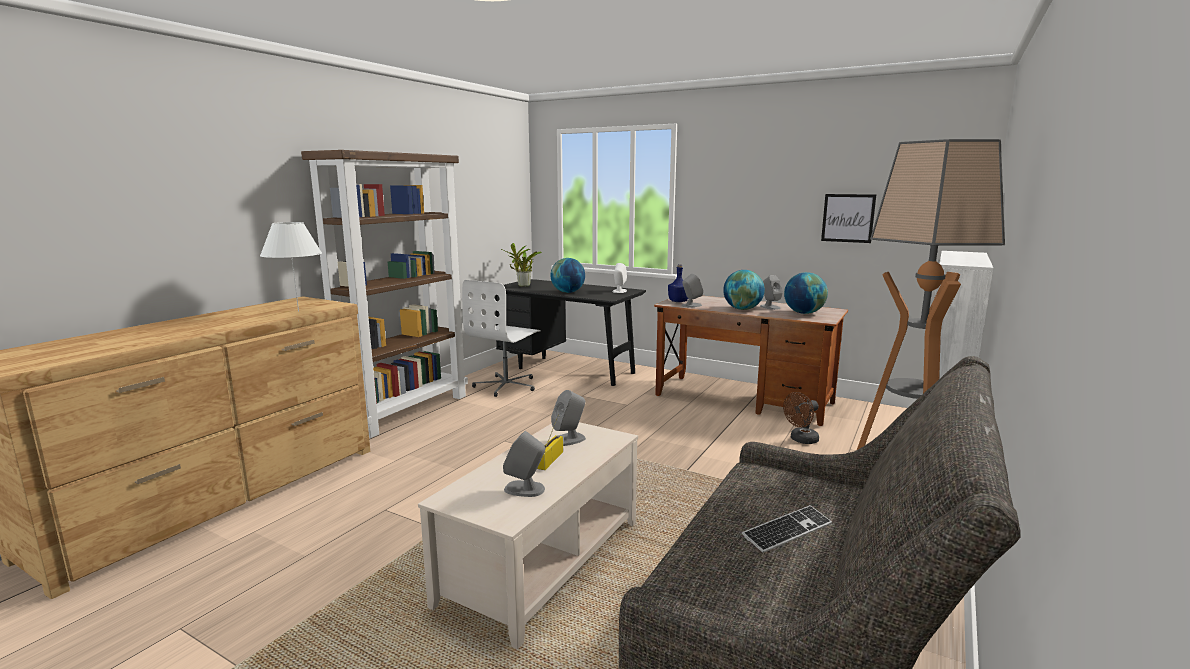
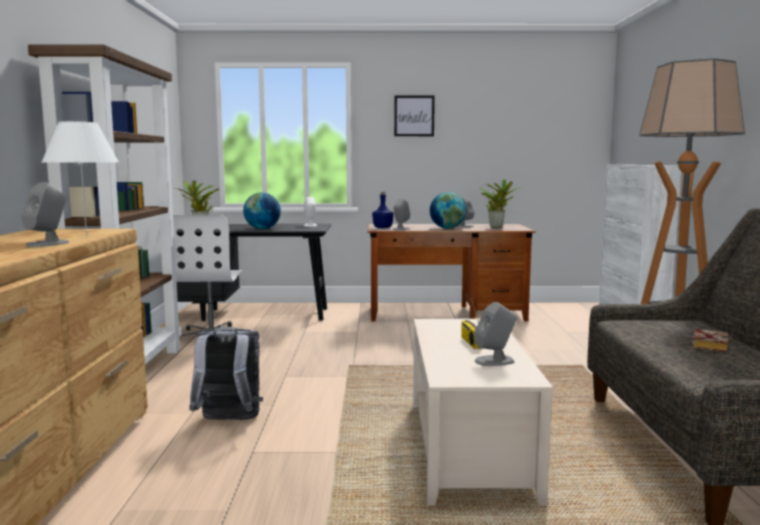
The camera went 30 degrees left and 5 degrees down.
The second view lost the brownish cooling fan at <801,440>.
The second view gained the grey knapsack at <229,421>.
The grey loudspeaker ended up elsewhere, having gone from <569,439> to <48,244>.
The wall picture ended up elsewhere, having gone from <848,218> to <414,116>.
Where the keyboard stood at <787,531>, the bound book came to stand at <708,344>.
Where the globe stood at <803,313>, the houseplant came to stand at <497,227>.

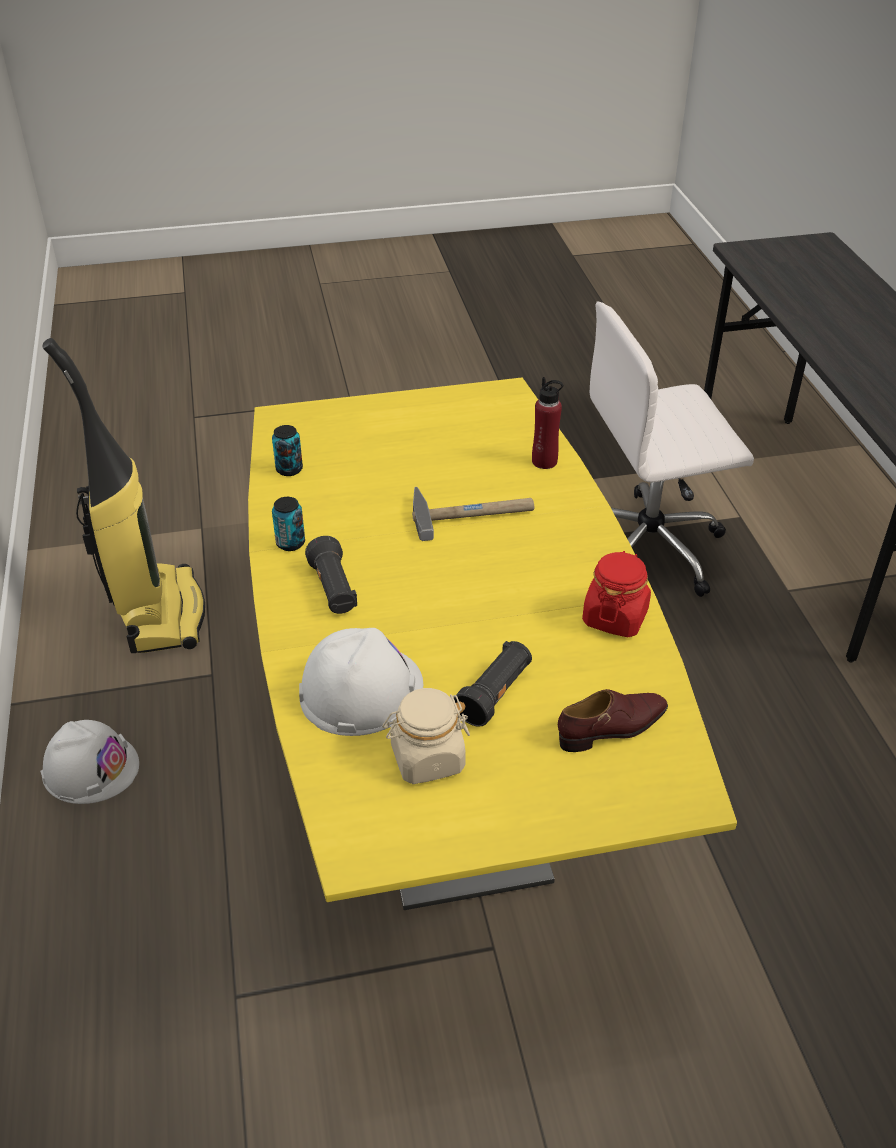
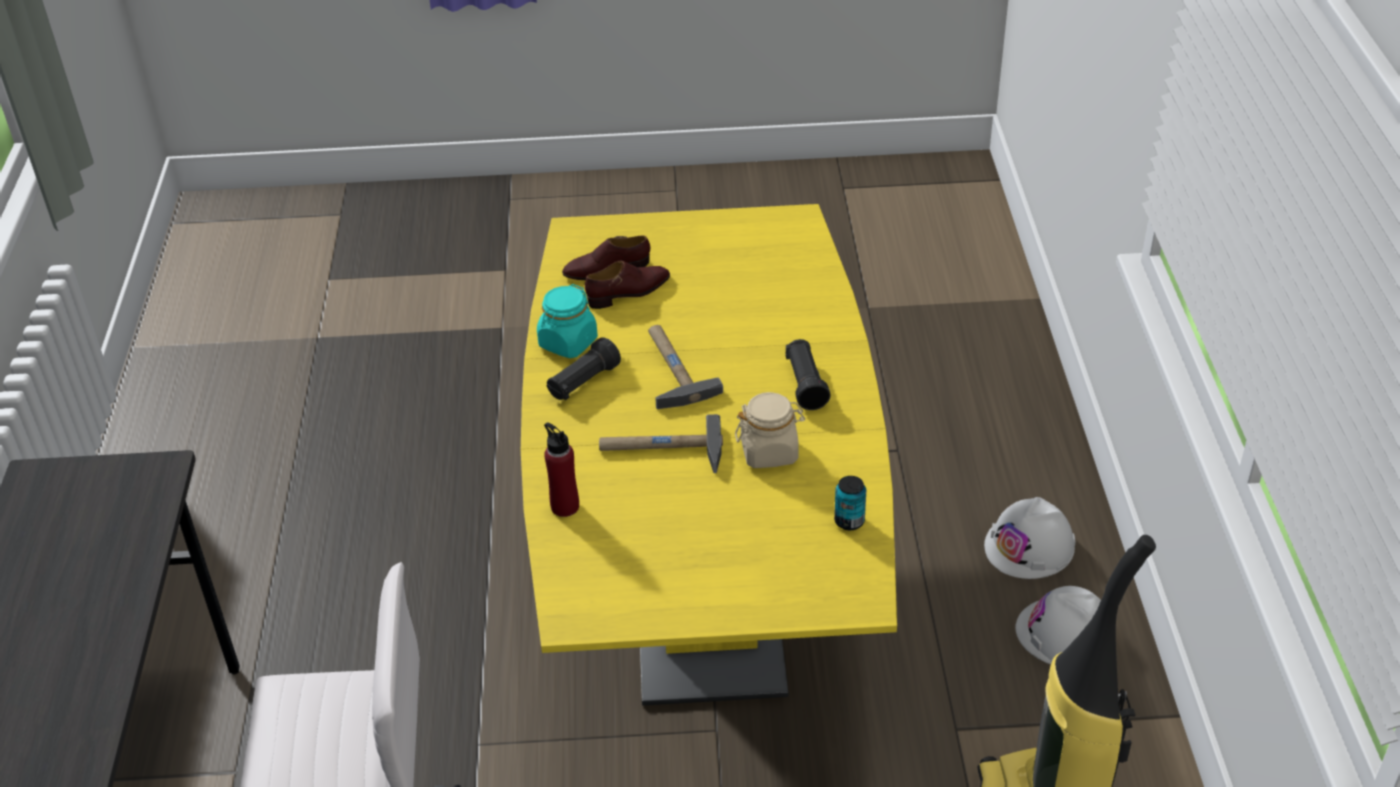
The camera went 170 degrees left and 0 degrees up.
The second view lost the can at <290,543>.
The second view gained the brownish shoe at <629,292>.
The second view gained the hand hammer at <671,368>.
The white work helmet ended up elsewhere, having gone from <360,689> to <1030,546>.
The beige-coloured storage jar ended up elsewhere, having gone from <427,759> to <769,452>.
The black hand torch ended up elsewhere, having gone from <495,694> to <583,383>.
What was the red-coloured storage jar at <615,617> turned into the turquoise storage jar at <568,343>.

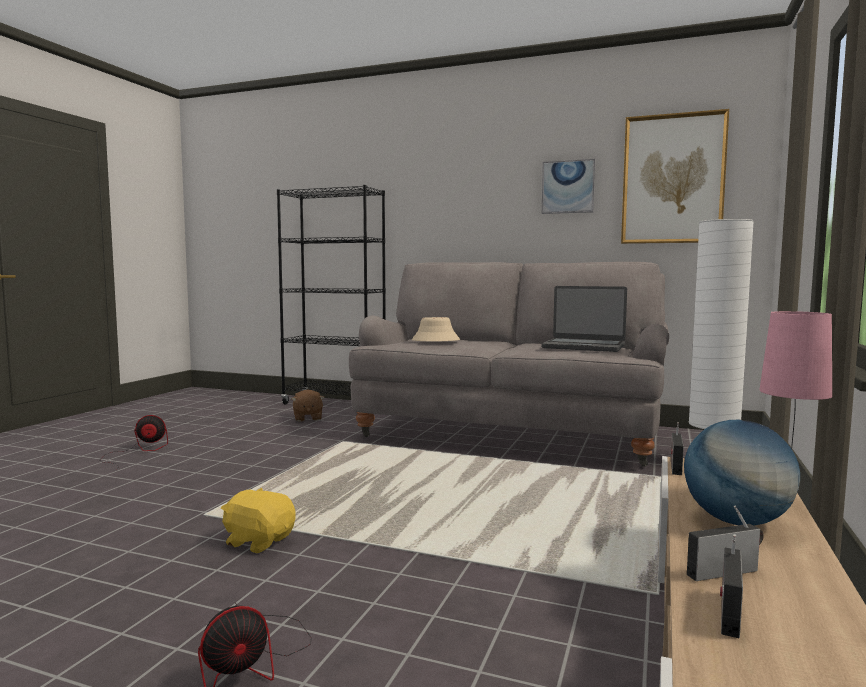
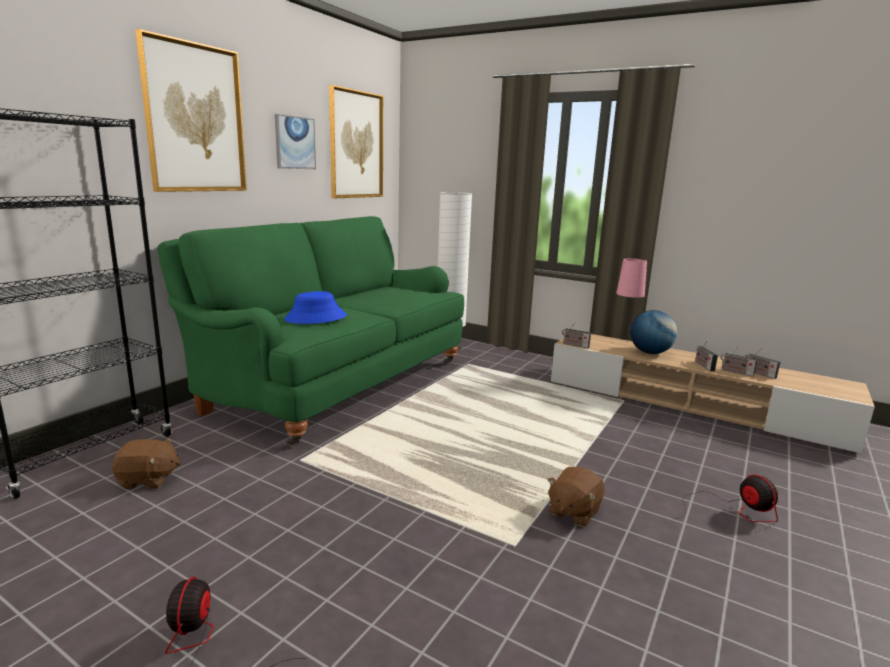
The camera went 80 degrees left and 10 degrees up.
The second view lost the notebook computer at <583,347>.
The second view gained the wall picture at <195,119>.
The second view gained the radio receiver at <758,373>.
What was the yellowish plush toy at <259,541> turned into the brownish plush toy at <573,512>.
What was the grey couch at <511,433> turned into the green-coloured couch at <335,383>.
What was the beige-coloured hat at <435,341> turned into the bluish hat at <315,318>.

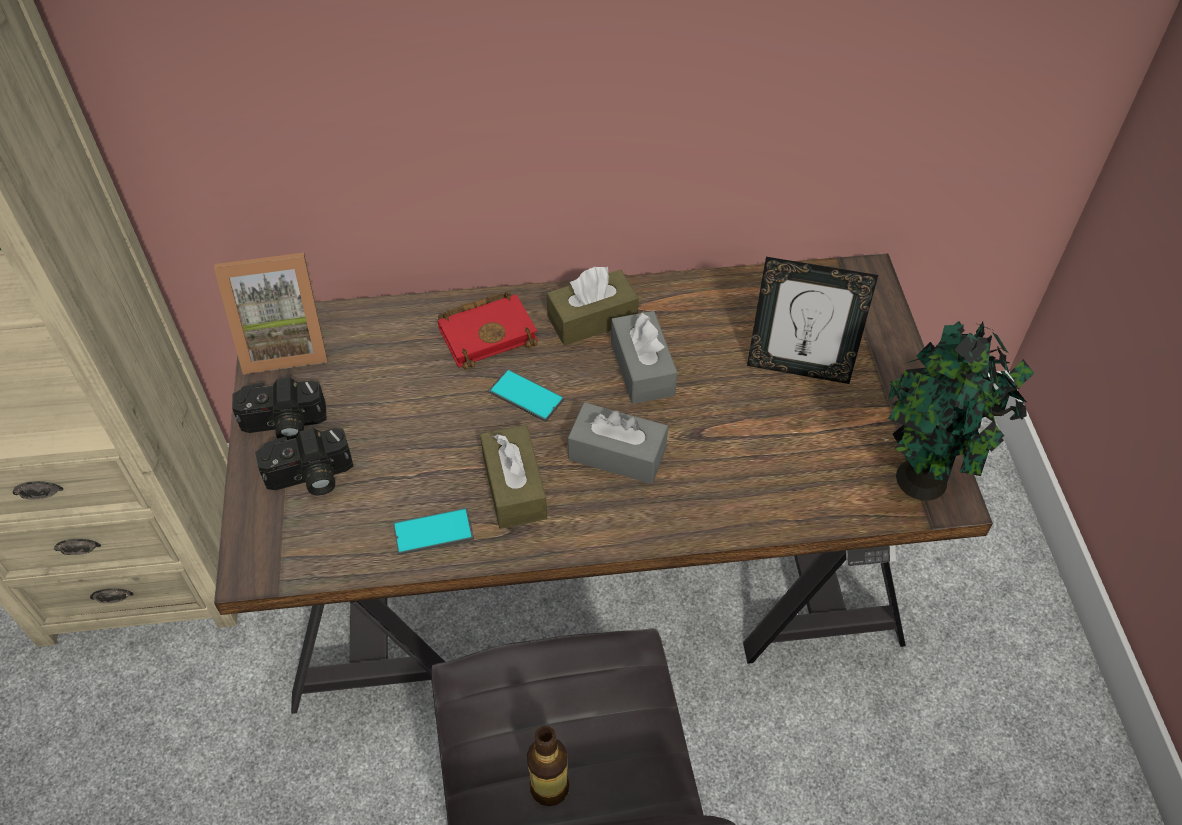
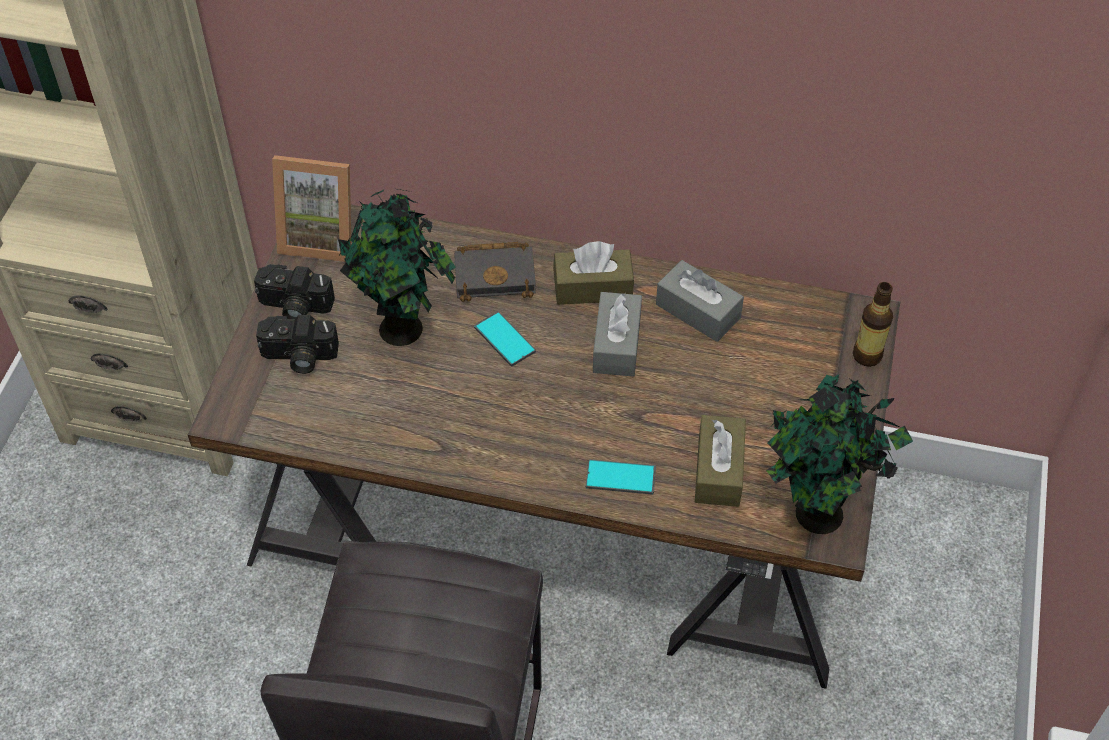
The camera went 20 degrees right and 0 degrees up.
The second view lost the picture frame at <798,368>.
The second view gained the houseplant at <404,330>.
The phone ended up elsewhere, having gone from <433,531> to <620,477>.
The brownish tissue box ended up elsewhere, having gone from <514,487> to <718,470>.
The drink bottle ended up elsewhere, having gone from <549,788> to <867,355>.
The grey tissue box ended up elsewhere, having gone from <617,454> to <698,311>.
What was the red-coloured bound book at <489,332> turned into the black bound book at <497,274>.

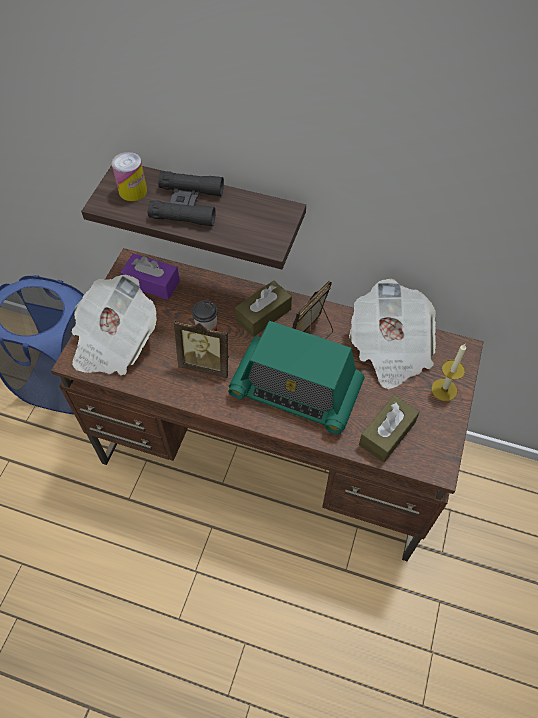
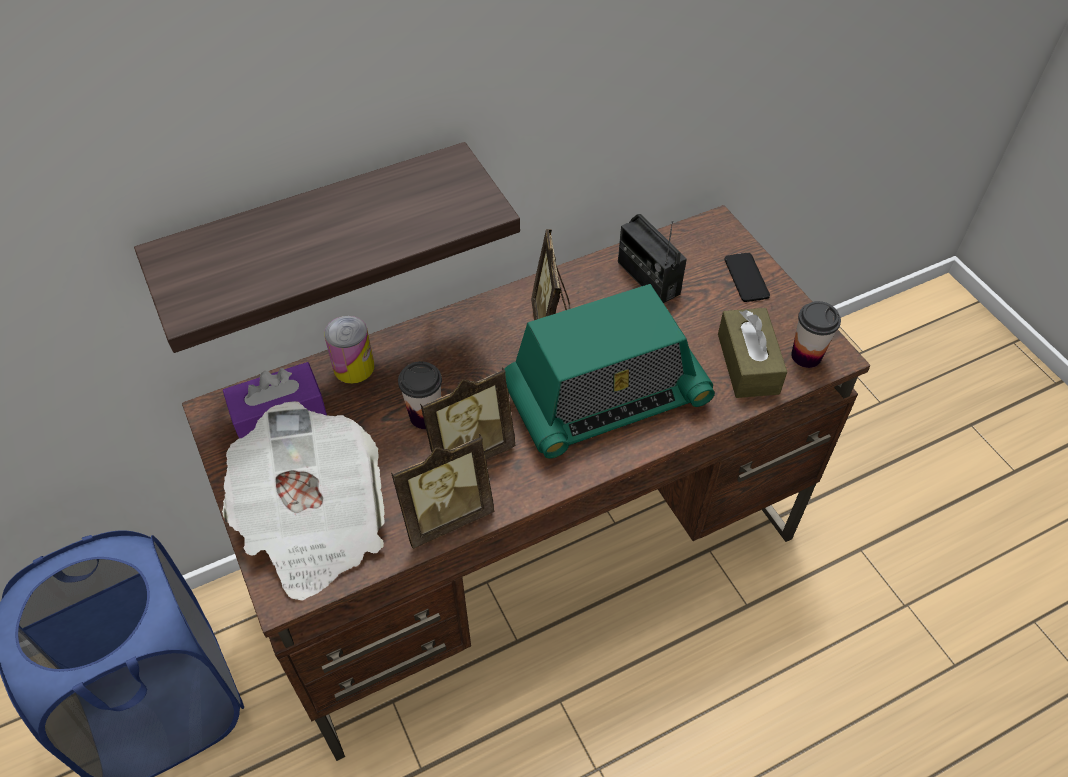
The camera went 45 degrees left and 5 degrees down.
The second view lost the black field glasses at <187,204>.
The second view lost the brownish tissue box at <263,315>.
The second view gained the picture frame at <445,515>.
The second view gained the drinking cup at <806,356>.
The can ended up elsewhere, having gone from <133,191> to <354,367>.
Where the newspaper stood at <390,349>, the radio receiver came to stand at <648,278>.
Where the wax candle stood at <444,390>, the phone came to stand at <746,278>.

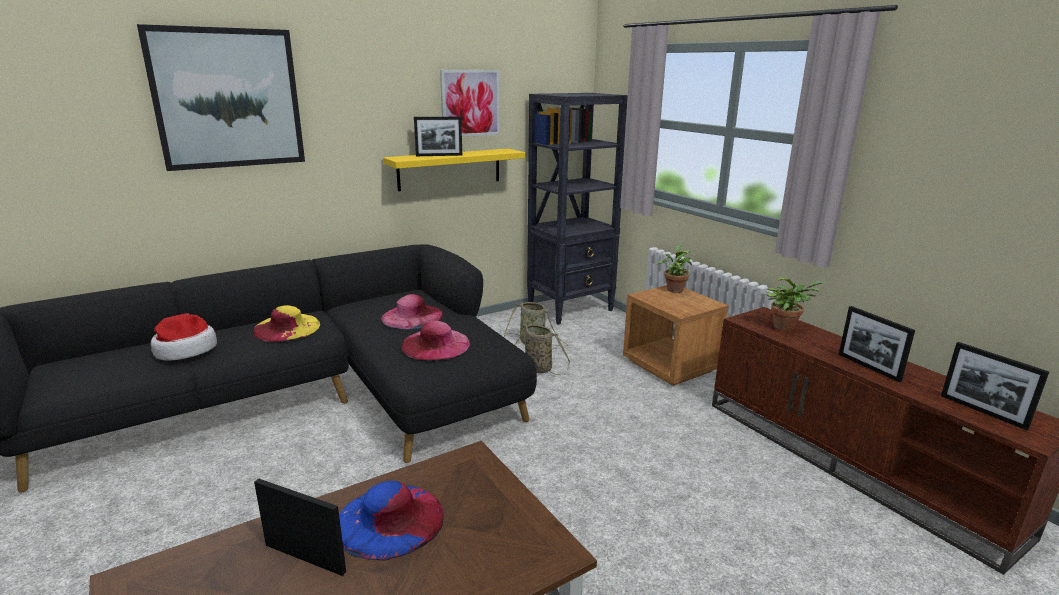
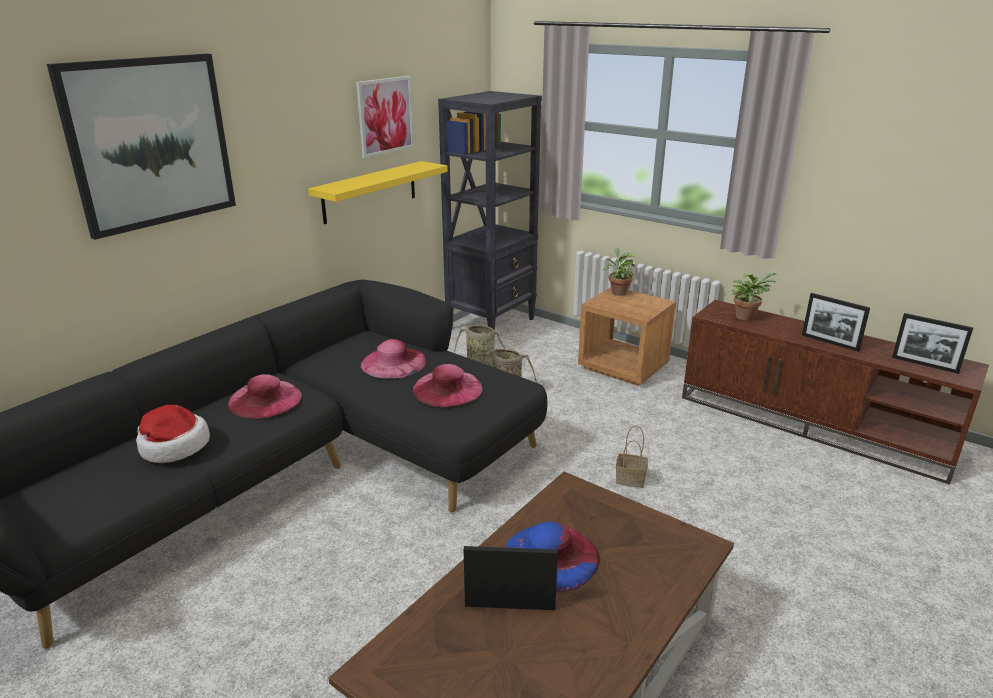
The camera went 20 degrees left and 5 degrees up.
The second view lost the picture frame at <439,155>.
The second view gained the household basket at <631,479>.
What was the yellowish hat at <287,328> turned into the pinkish hat at <264,399>.

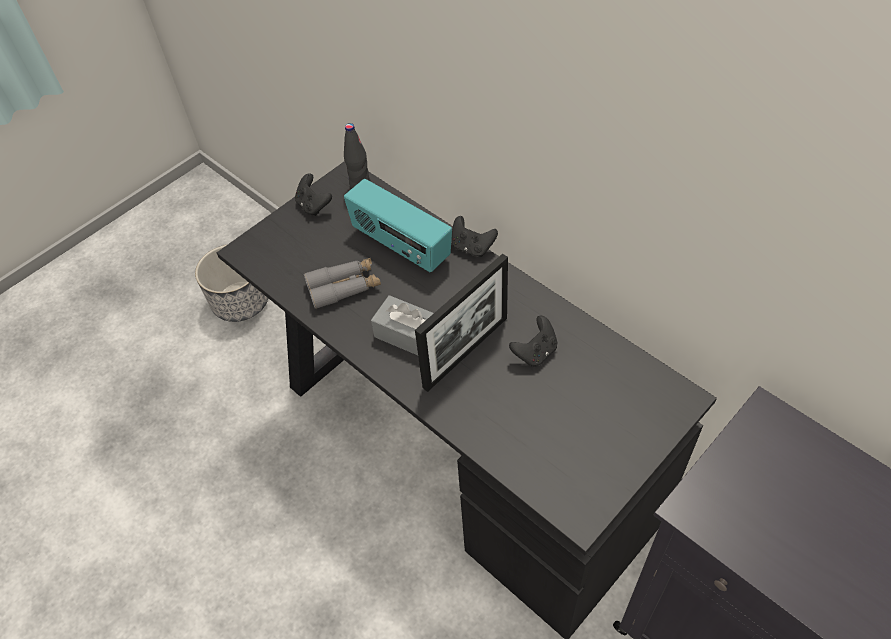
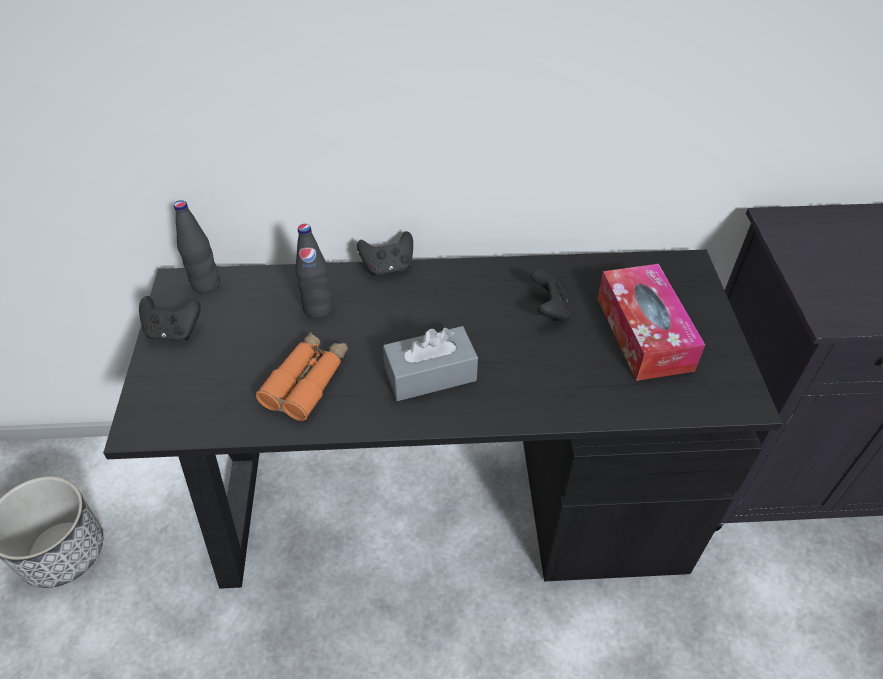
The camera went 50 degrees left and 5 degrees down.
The second view lost the picture frame at <465,352>.
The second view gained the tissue box at <643,333>.
Where the radio receiver stood at <400,246>, the black drink bottle came to stand at <318,309>.
What was the grey field glasses at <344,287> turned into the orange field glasses at <307,381>.

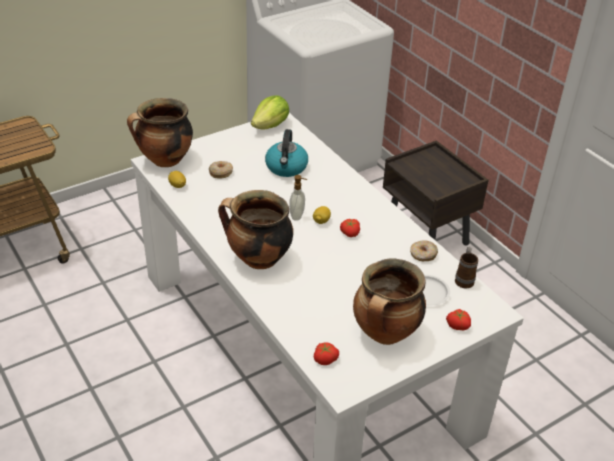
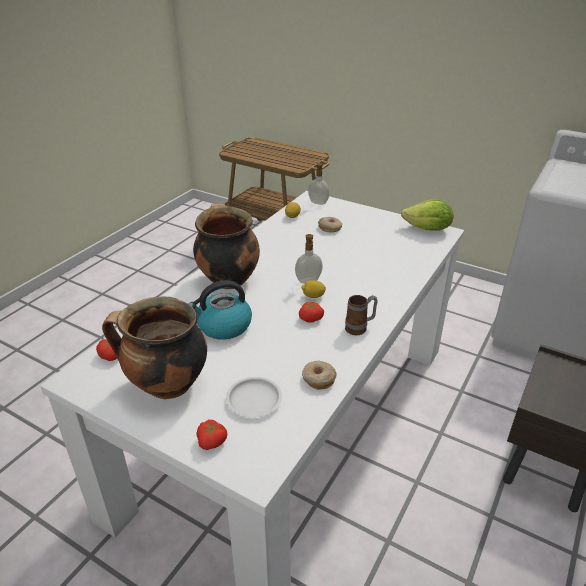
The camera went 65 degrees right and 5 degrees down.
The water kettle ended up elsewhere, having gone from <286,167> to <223,326>.
The mug ended up elsewhere, having gone from <464,279> to <360,328>.
Where the saucepot stood at <165,161>, the soap dispenser came to stand at <318,202>.

